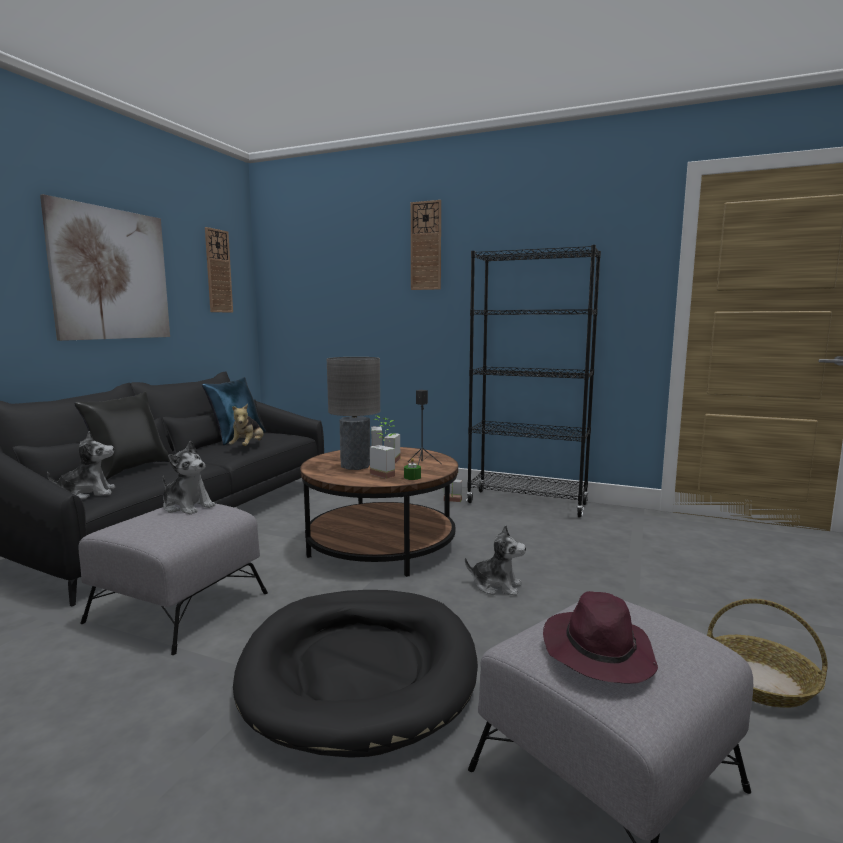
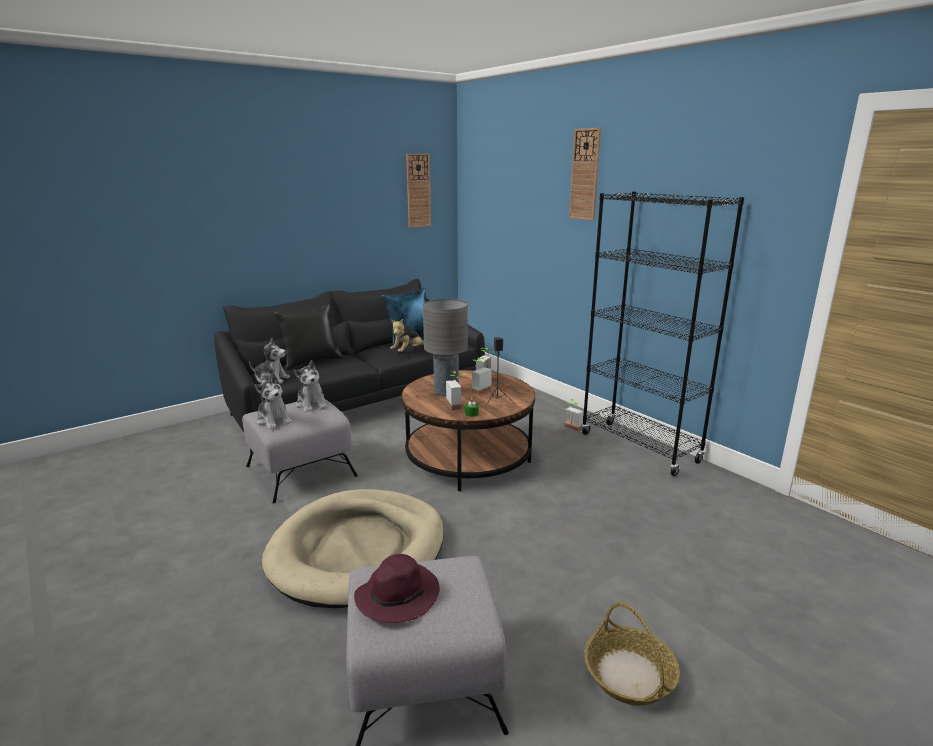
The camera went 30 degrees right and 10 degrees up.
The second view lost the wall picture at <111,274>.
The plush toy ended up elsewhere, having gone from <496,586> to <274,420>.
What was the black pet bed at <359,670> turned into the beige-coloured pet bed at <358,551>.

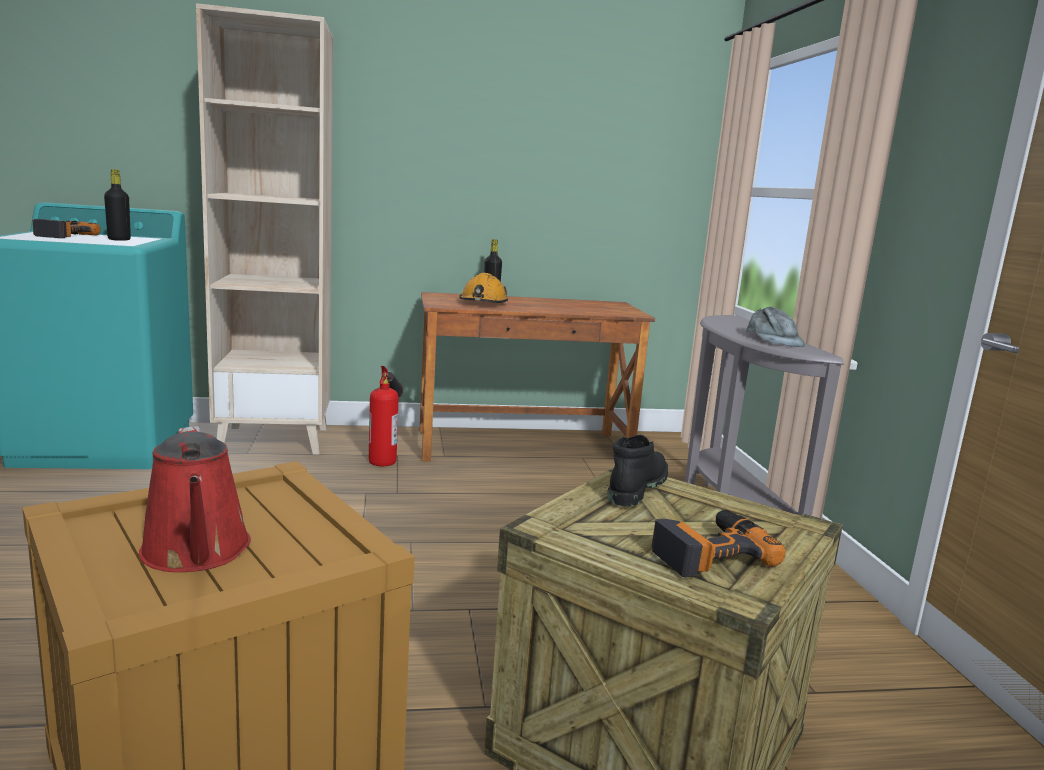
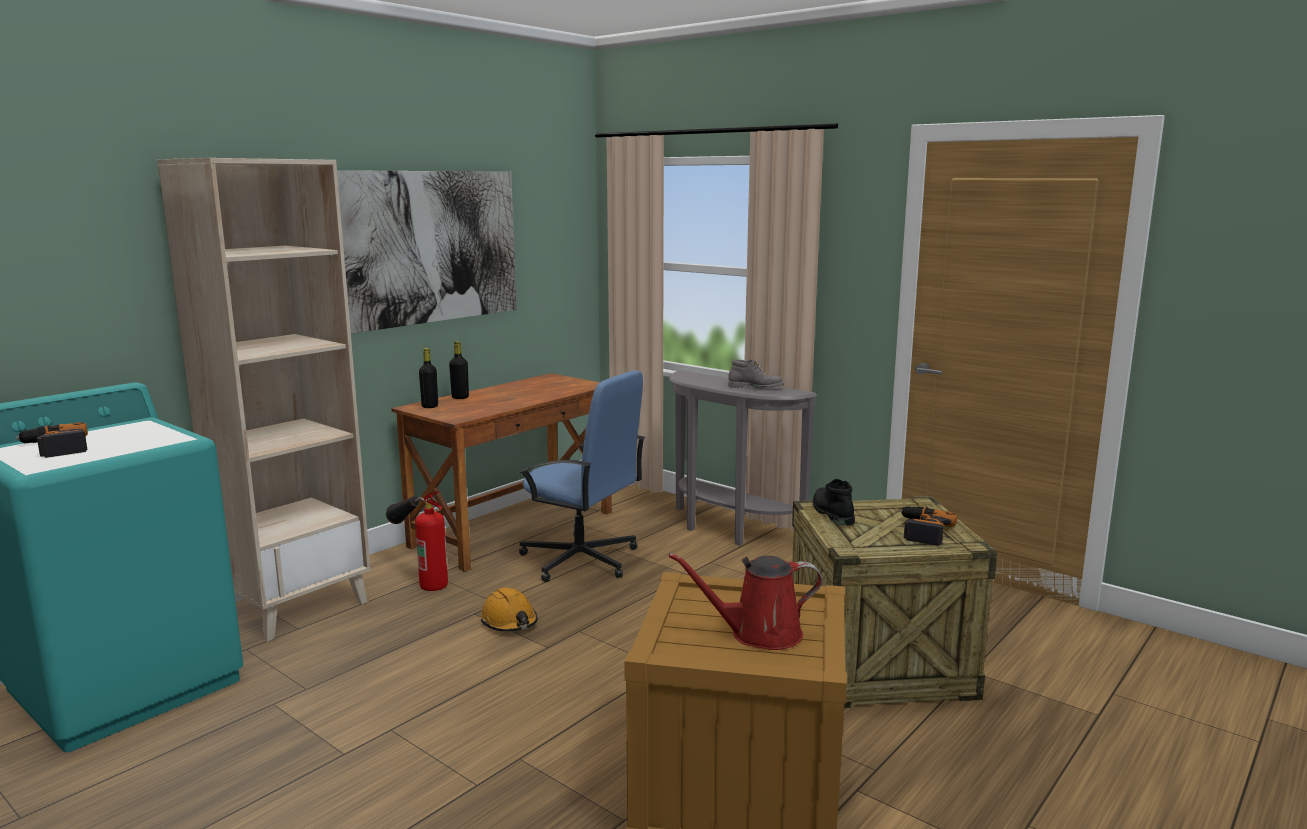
The camera went 40 degrees left and 0 degrees up.
The second view gained the wall picture at <425,247>.
The second view gained the bluish computer chair at <581,560>.
The black drink bottle ended up elsewhere, having gone from <119,239> to <430,406>.
The orange work helmet ended up elsewhere, having gone from <483,303> to <509,622>.
Where the grey baseball cap stood at <774,339>, the grey boot came to stand at <756,388>.
The red-coloured watering pot at <197,553> ended up facing another way, 150 degrees clockwise from before.

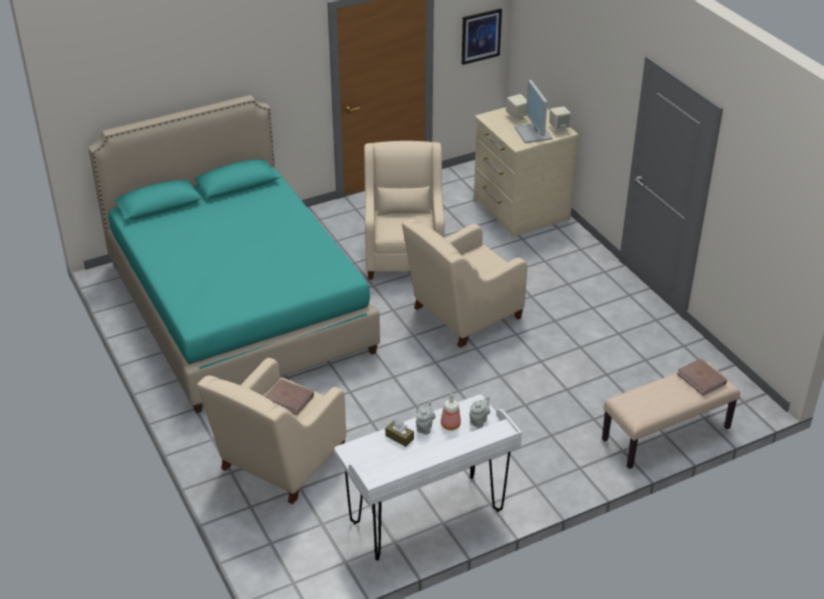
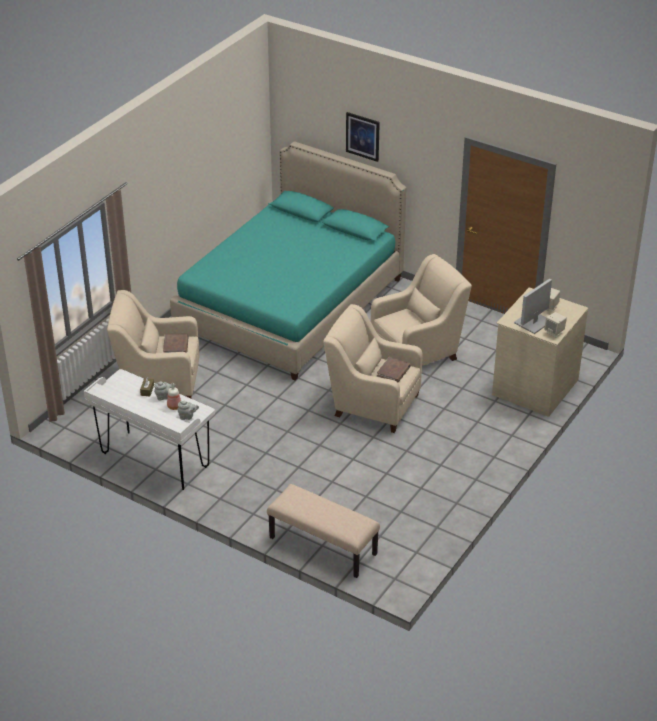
The camera went 60 degrees right and 0 degrees up.
The wall picture ended up elsewhere, having gone from <481,36> to <362,136>.
The brownish bound book ended up elsewhere, having gone from <702,378> to <393,371>.

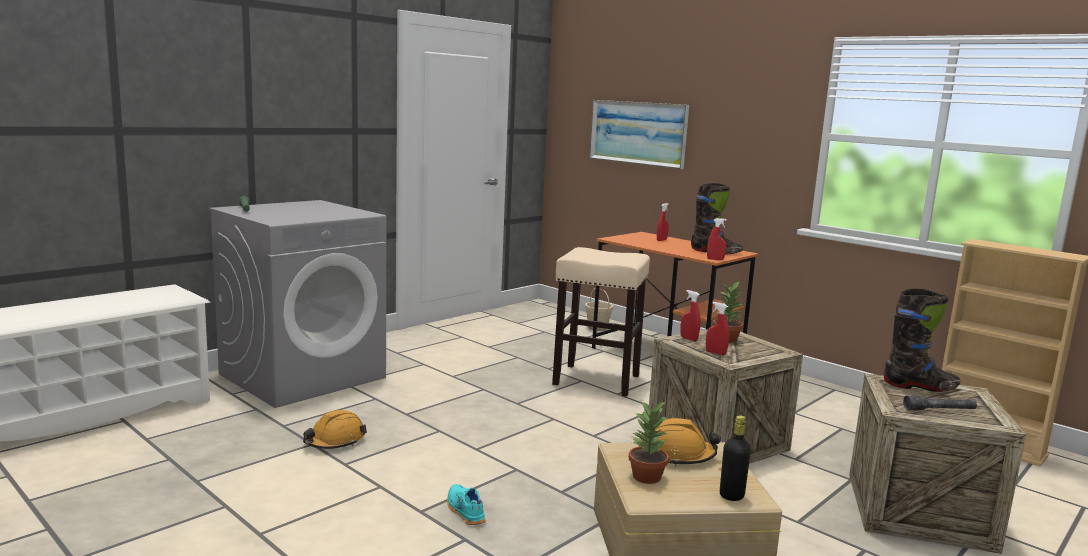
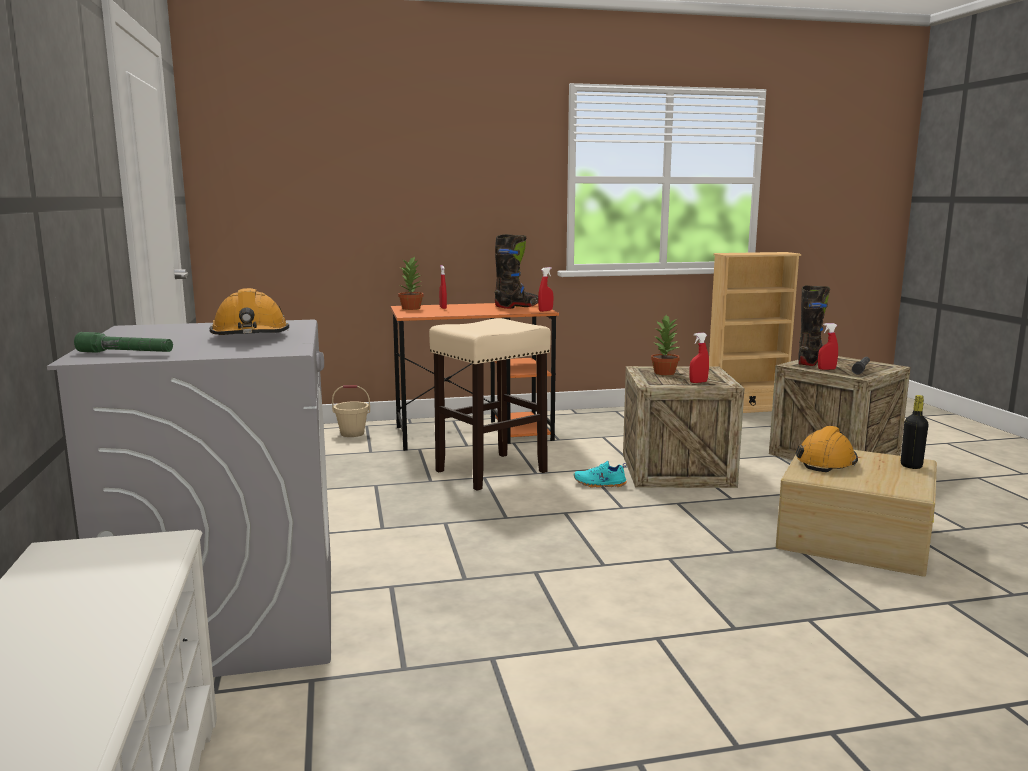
The camera went 55 degrees left and 0 degrees up.
The second view lost the wall picture at <638,133>.
The orange work helmet ended up elsewhere, having gone from <335,441> to <250,336>.
The turquoise shoe ended up elsewhere, having gone from <464,511> to <599,484>.
The houseplant ended up elsewhere, having gone from <647,477> to <411,308>.
The red-coloured spray bottle ended up elsewhere, having gone from <689,339> to <826,369>.

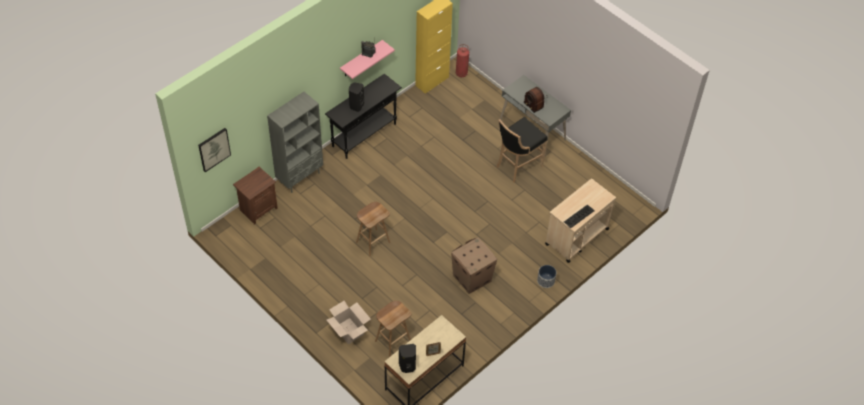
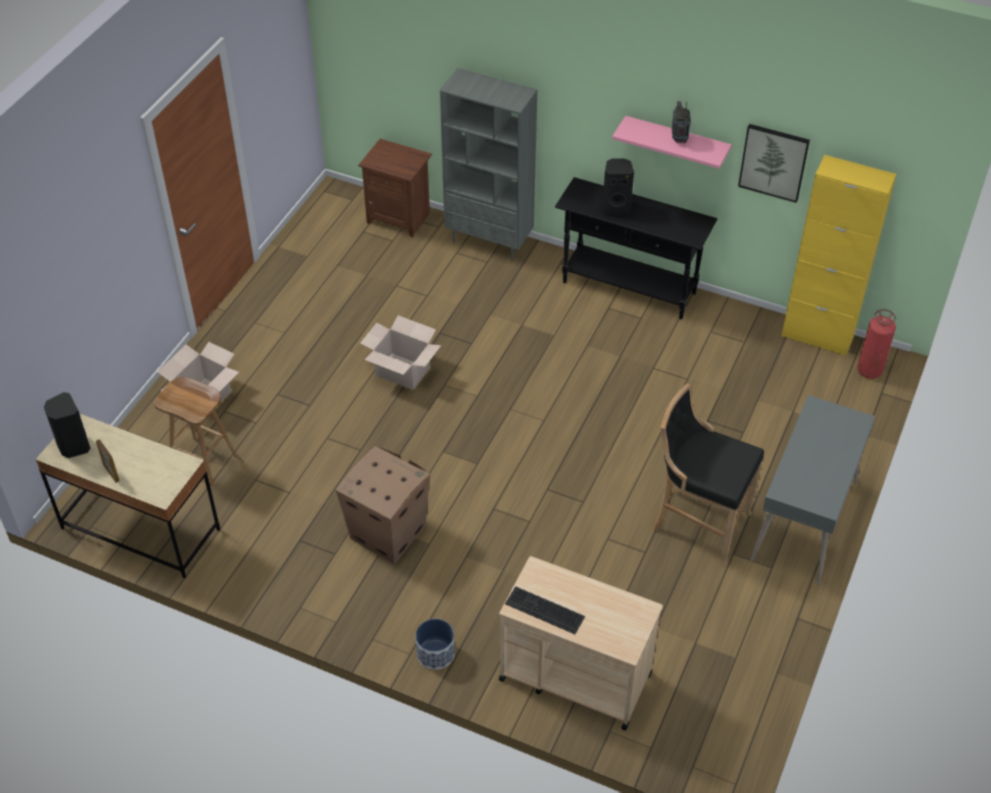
The camera went 70 degrees right and 5 degrees down.
The second view lost the radio receiver at <534,101>.
The wall picture ended up elsewhere, having gone from <214,149> to <773,162>.
Where the brownish sitting stool stood at <373,242>, the packing box came to stand at <403,371>.

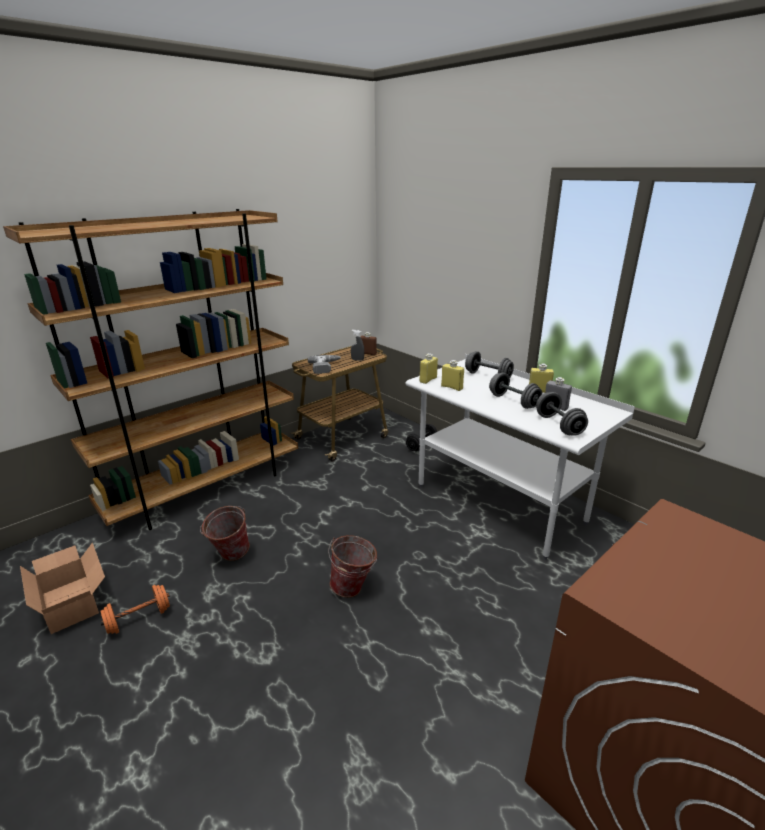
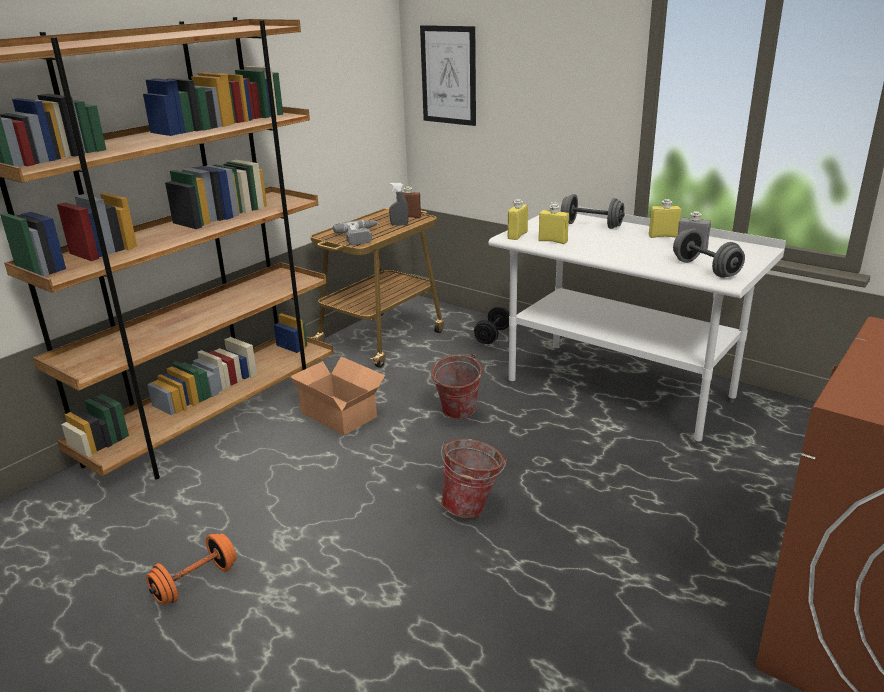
The camera went 10 degrees left and 0 degrees up.
The second view lost the grey dumbbell at <513,401>.
The second view gained the wall picture at <448,75>.
The packing box ended up elsewhere, having gone from <73,601> to <339,413>.
The water bucket ended up elsewhere, having gone from <229,556> to <456,415>.

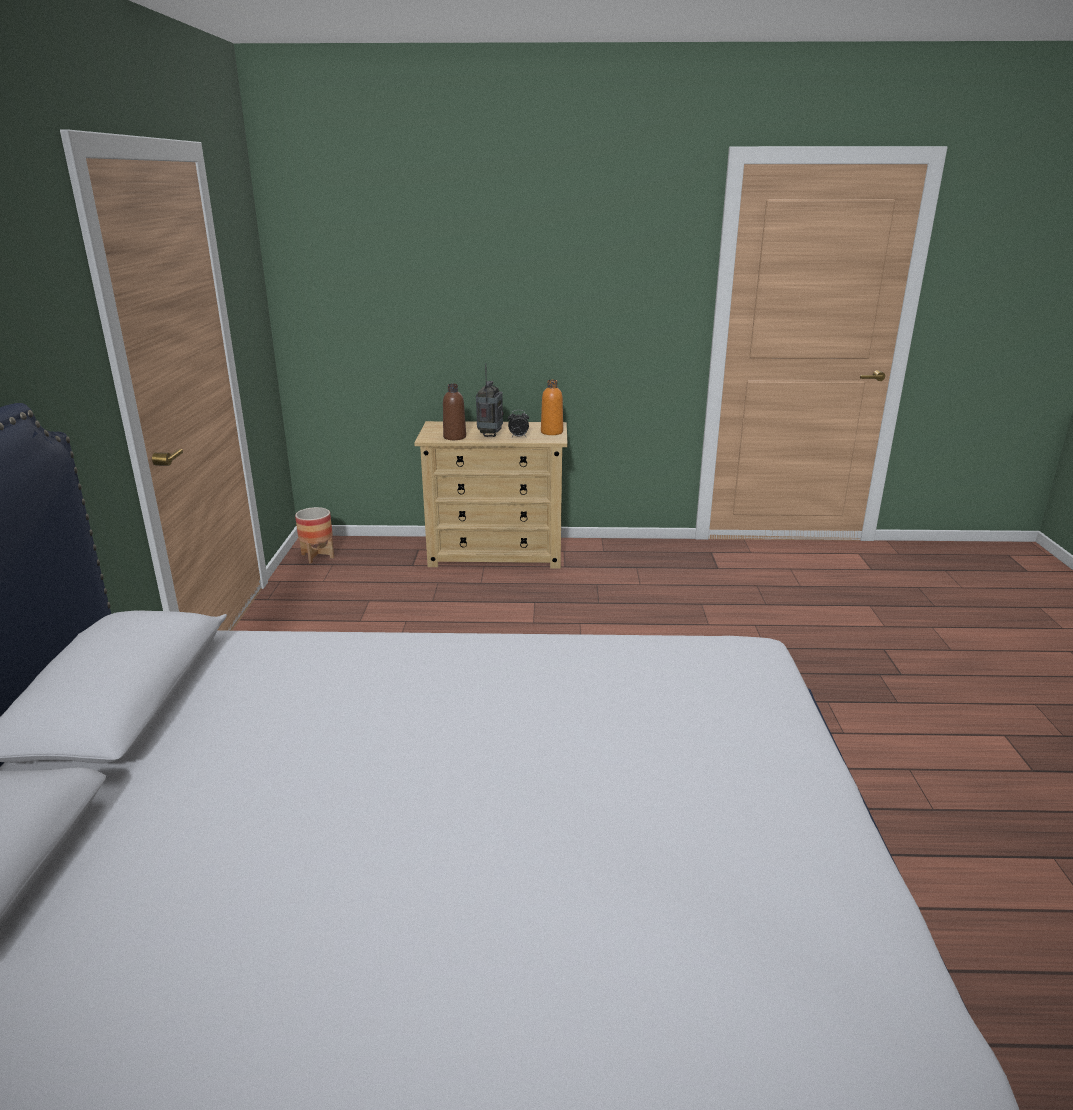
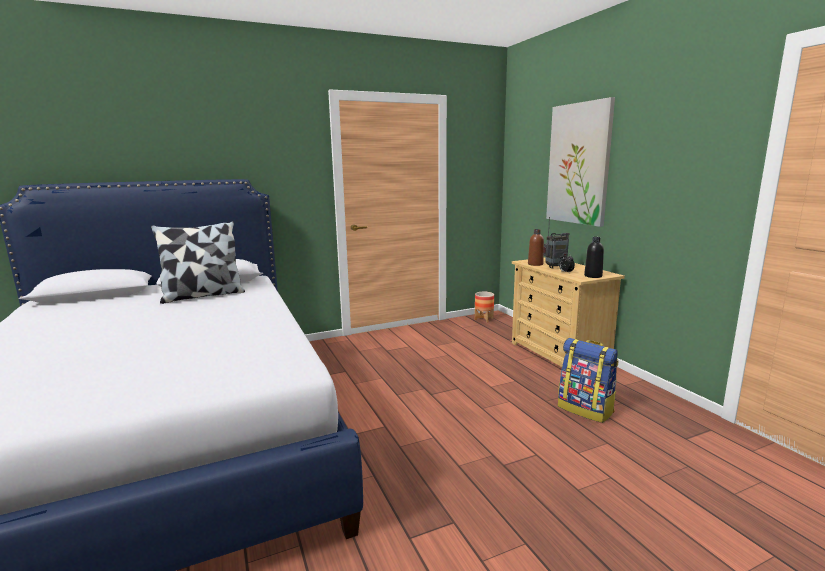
The camera went 65 degrees right and 10 degrees down.
The second view gained the throw pillow at <203,295>.
The second view gained the wall picture at <579,164>.
The second view gained the knapsack at <586,409>.
What was the orange drink bottle at <552,432> turned into the black drink bottle at <593,276>.

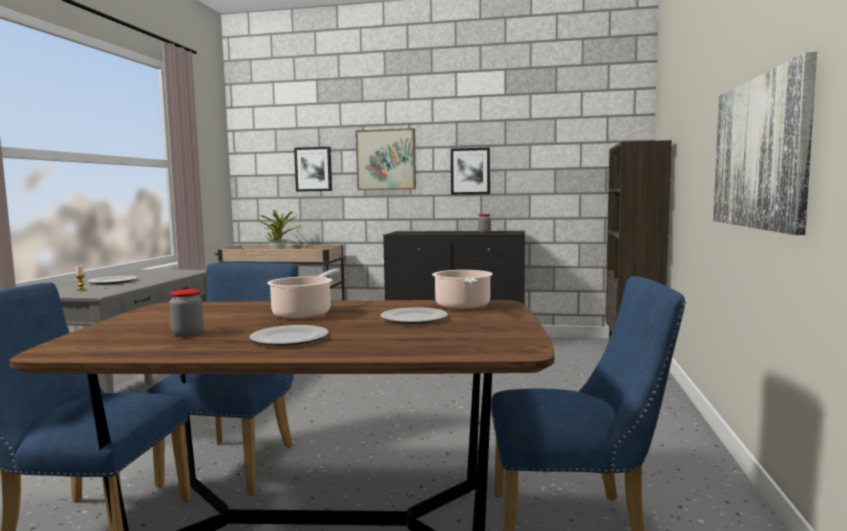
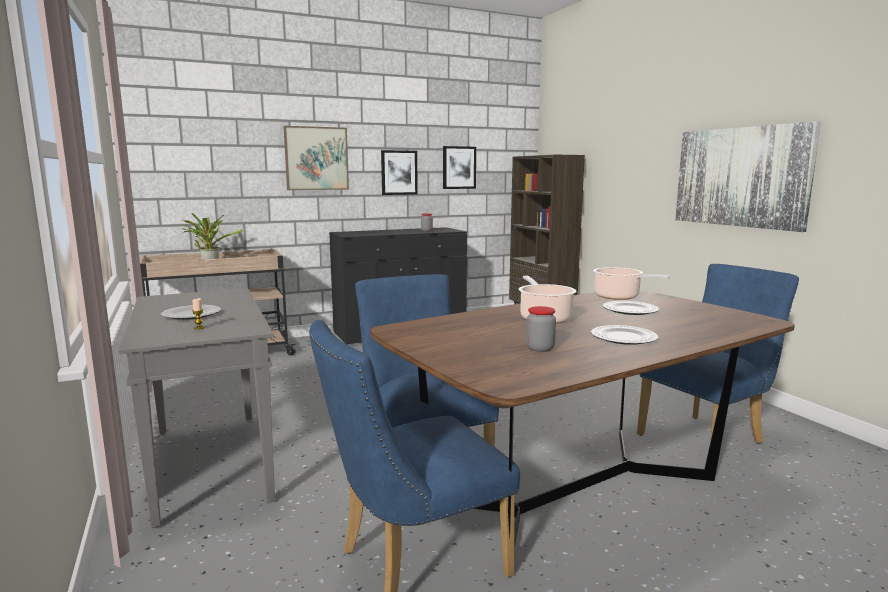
The camera went 35 degrees left and 5 degrees up.
The wall picture ended up elsewhere, having gone from <313,169> to <459,167>.

